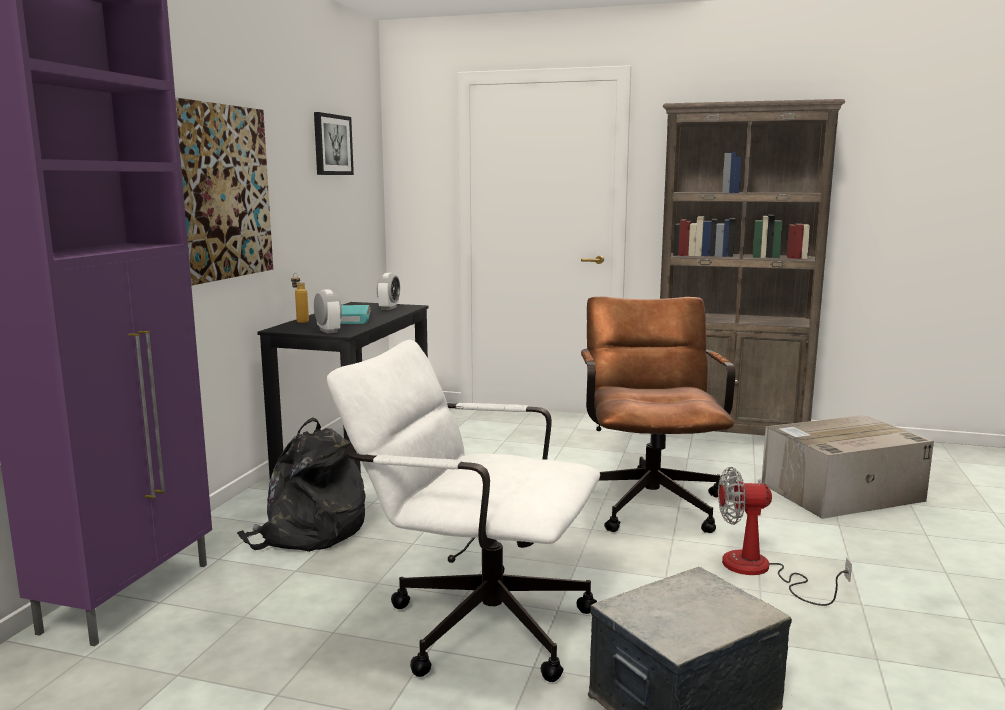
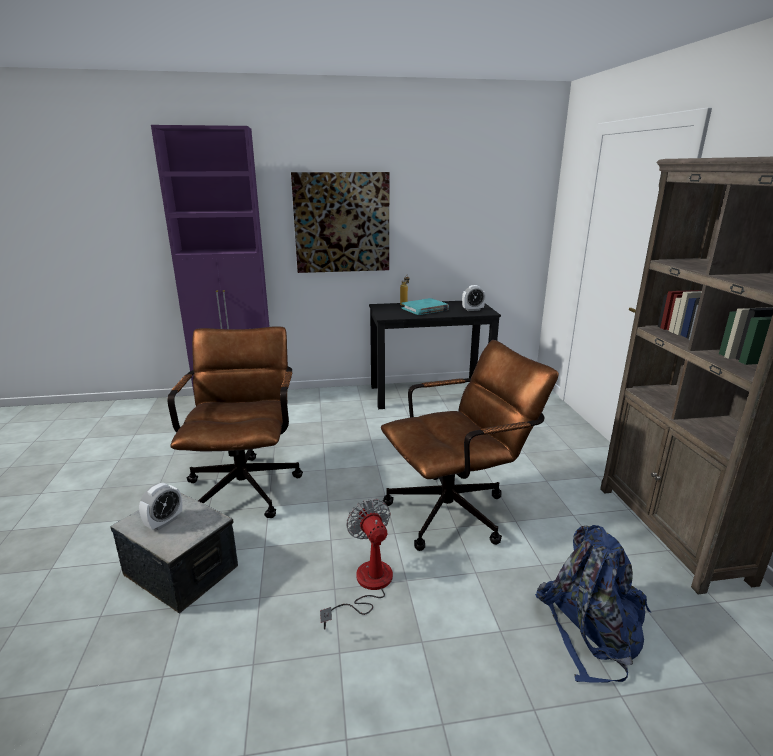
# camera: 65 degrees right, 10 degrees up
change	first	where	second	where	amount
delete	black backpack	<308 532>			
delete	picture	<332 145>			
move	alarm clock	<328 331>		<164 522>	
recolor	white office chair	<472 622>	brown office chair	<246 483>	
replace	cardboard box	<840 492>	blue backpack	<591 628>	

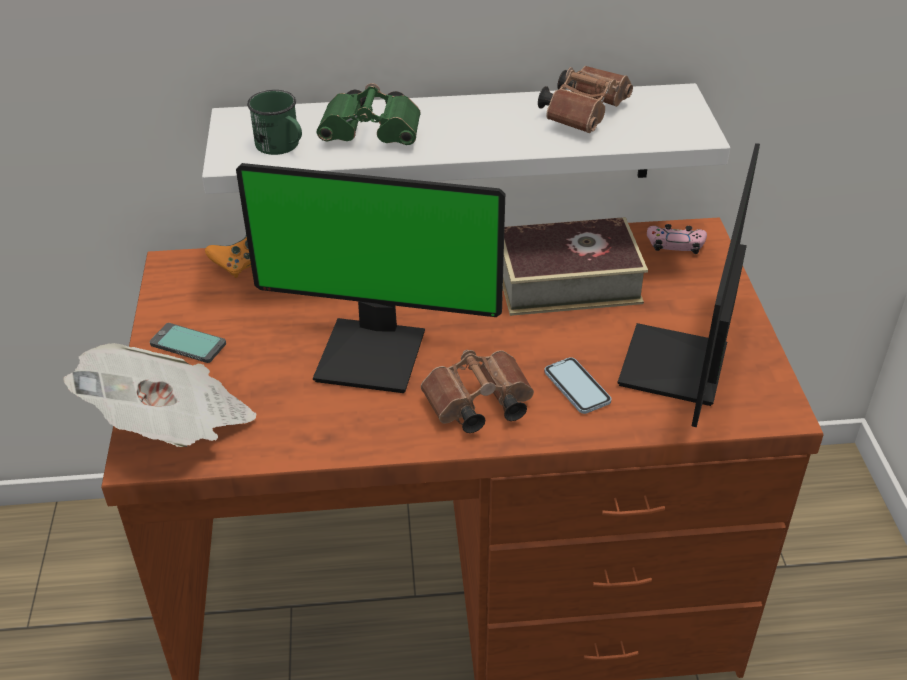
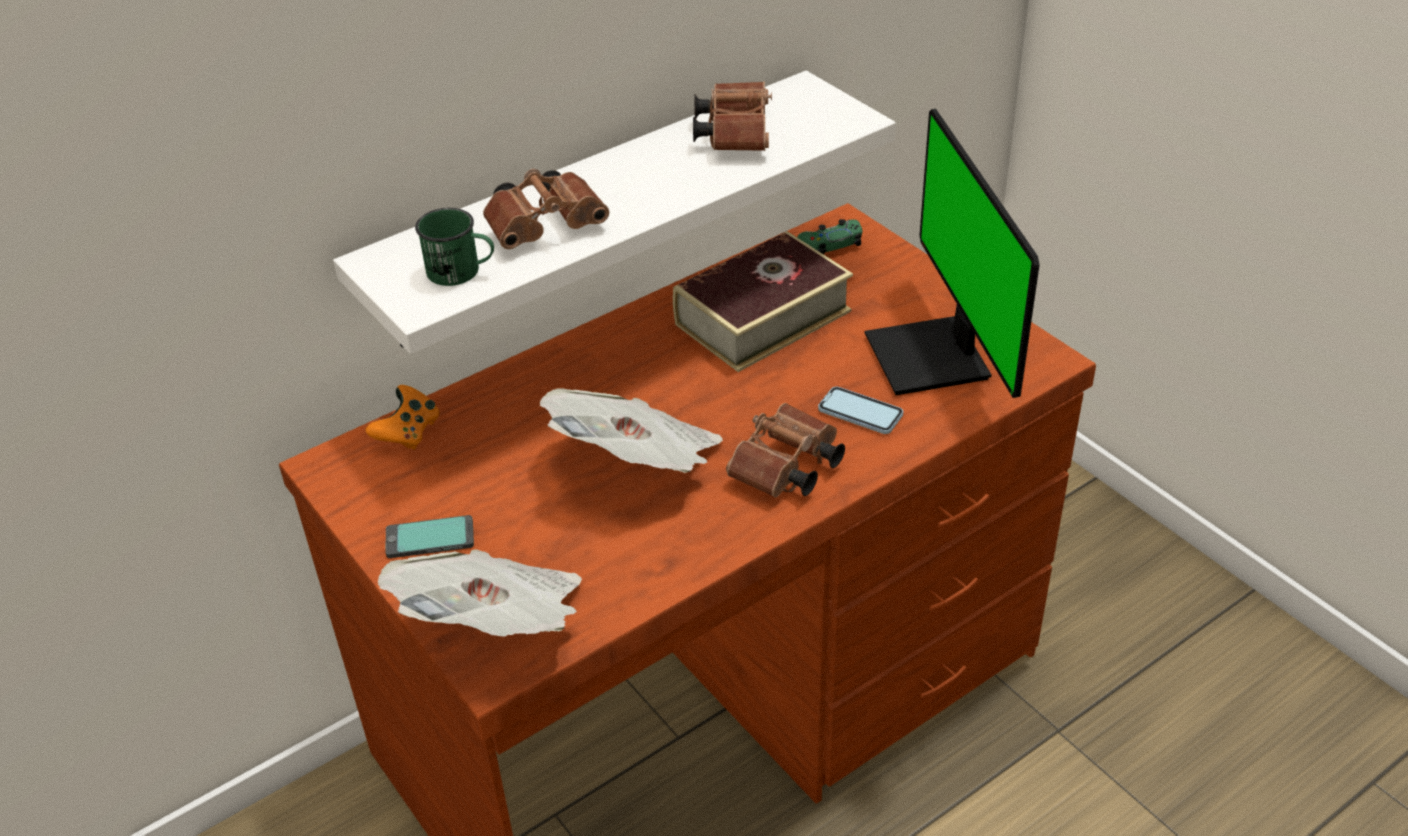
# camera: 30 degrees left, 0 degrees up
change	first	where	second	where	amount
replace	monitor	<373 353>	newspaper	<638 463>	
recolor	green binoculars	<374 136>	brown binoculars	<548 227>	
recolor	pink game controller	<675 244>	green game controller	<831 244>	

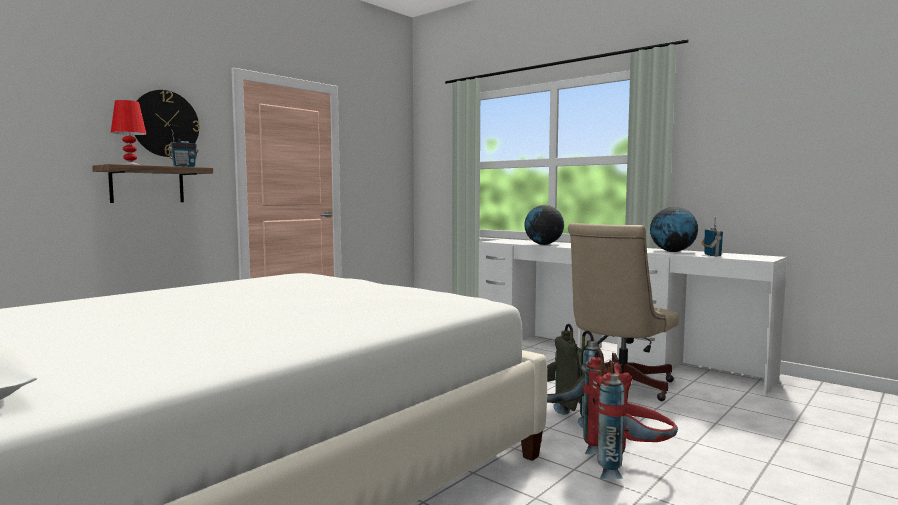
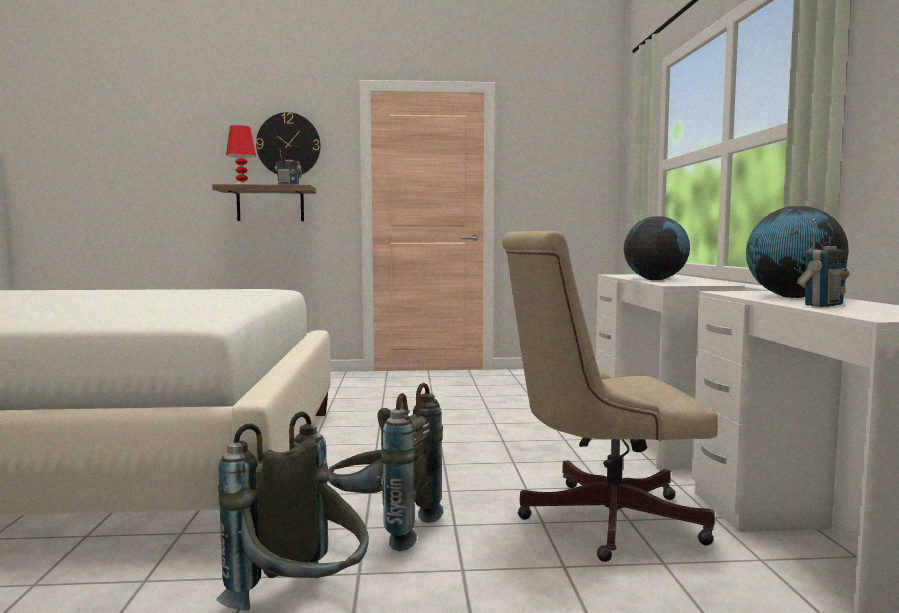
# camera: 45 degrees right, 0 degrees up
change	first	where	second	where	amount
recolor	red backpack	<627 467>	grey backpack	<302 606>	

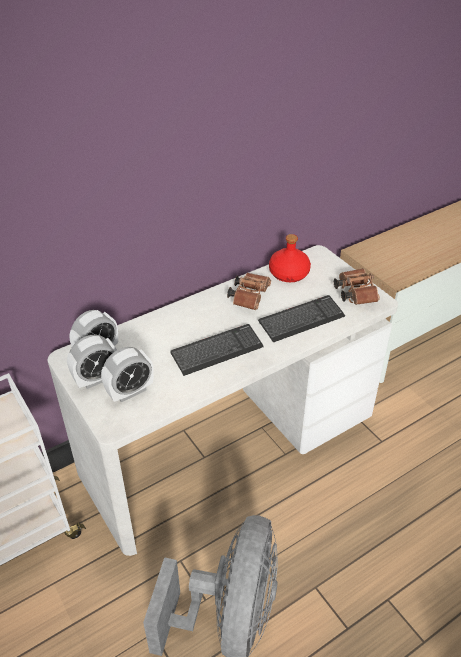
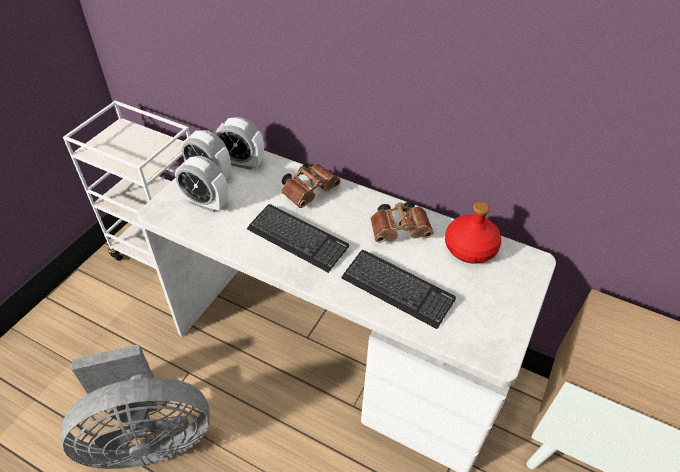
# camera: 60 degrees right, 5 degrees up
change	first	where	second	where	amount
move	brown binoculars	<354 293>		<310 191>	

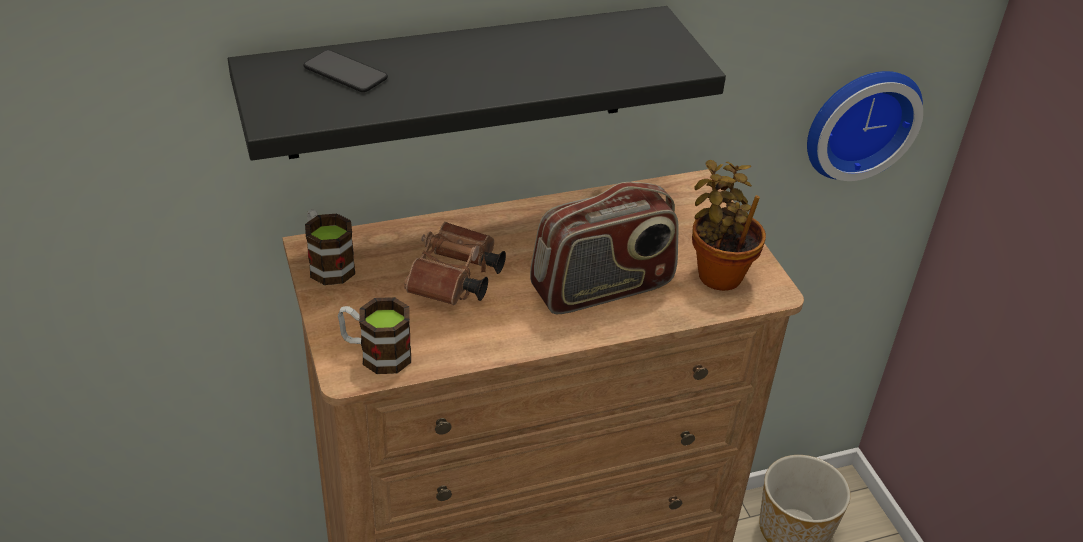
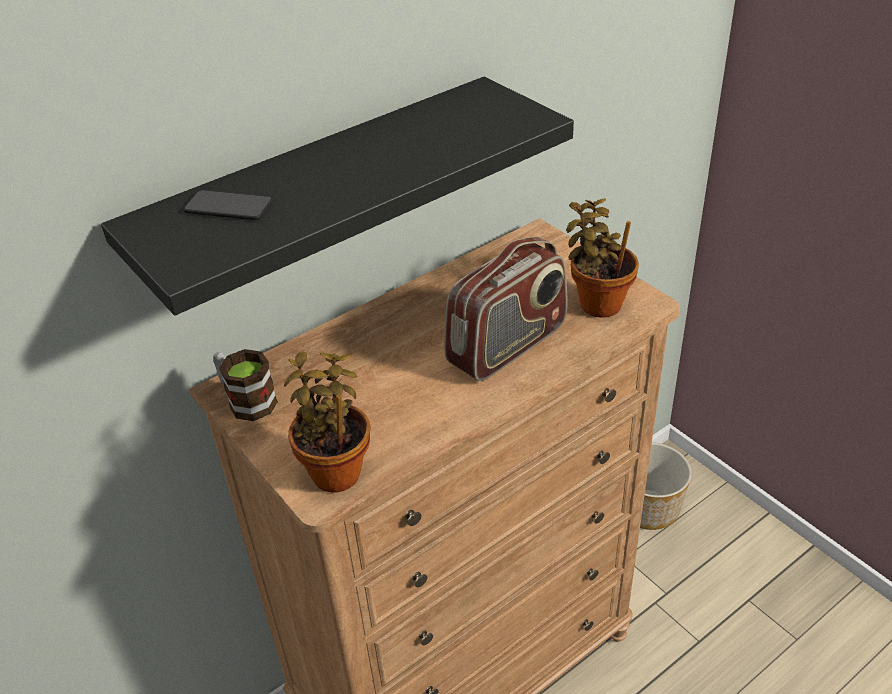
# camera: 15 degrees left, 0 degrees up
change	first	where	second	where	amount
replace	mug	<376 353>	potted plant	<336 469>	
delete	brown binoculars	<454 282>			
delete	wall clock	<858 120>			

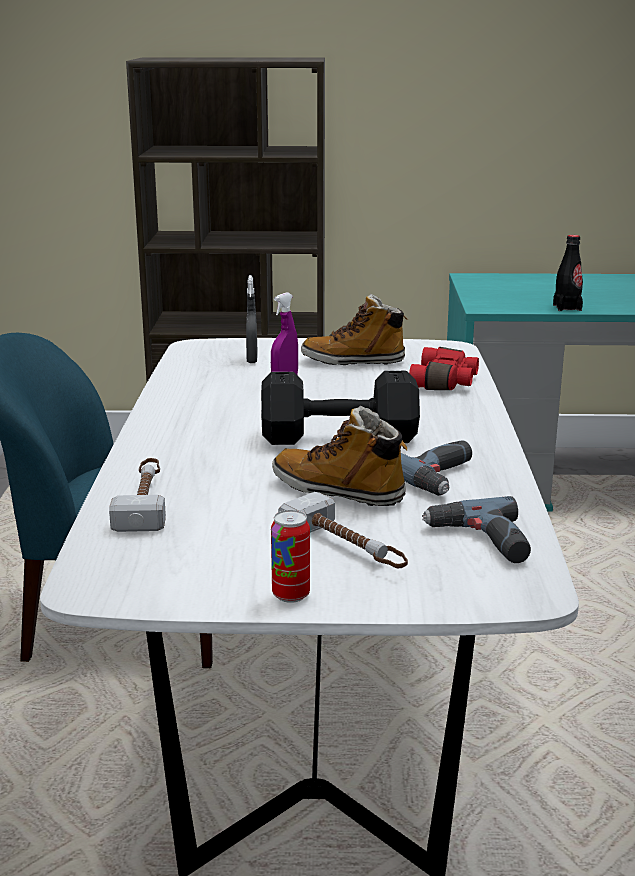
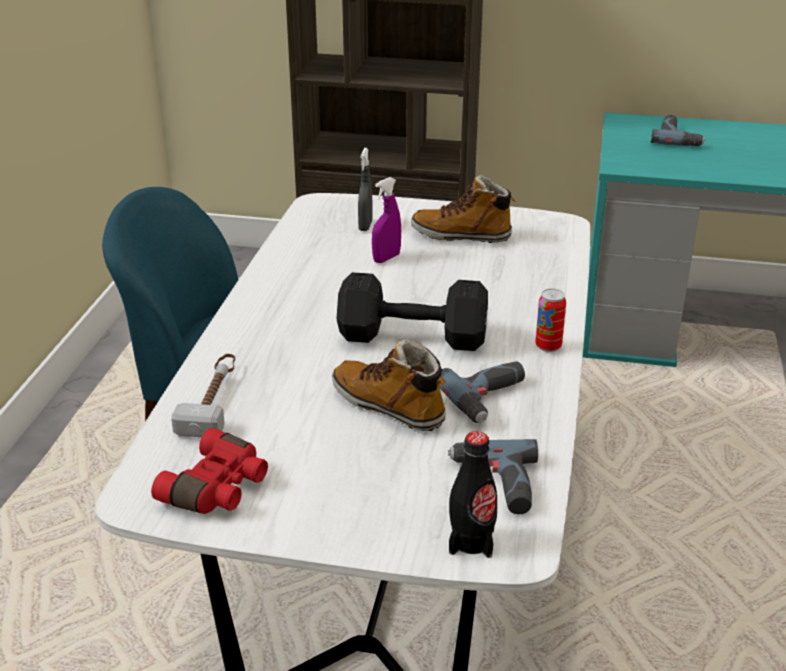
# camera: 10 degrees right, 10 degrees up
change	first	where	second	where	amount
move	can	<291 595>		<548 346>	
delete	hammer	<347 548>			
move	red binoculars	<445 382>		<218 488>	
move	black bottle	<567 308>		<471 541>	
insert			power drill	<678 138>	

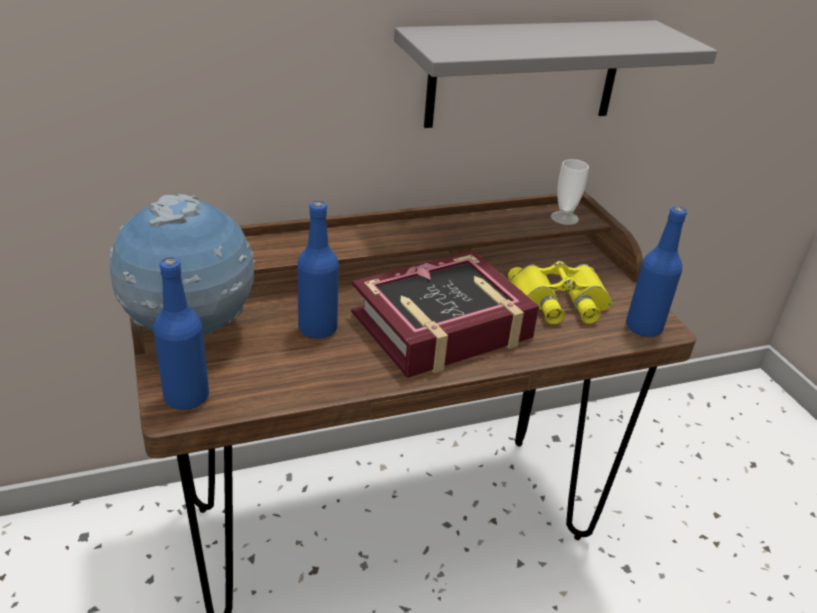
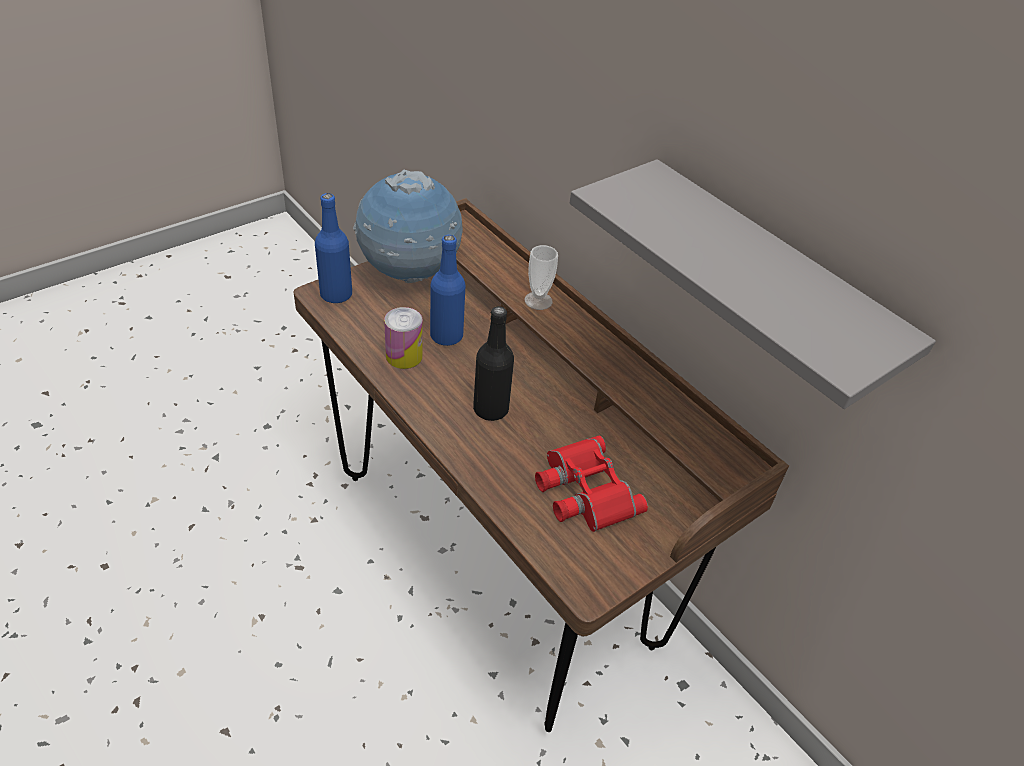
# camera: 70 degrees right, 10 degrees up
change	first	where	second	where	amount
replace	book	<442 326>	black bottle	<491 409>	
recolor	yellow binoculars	<559 302>	red binoculars	<583 490>	
move	cup	<564 218>		<538 301>	
delete	blue bottle	<643 327>			
insert			can	<404 356>	

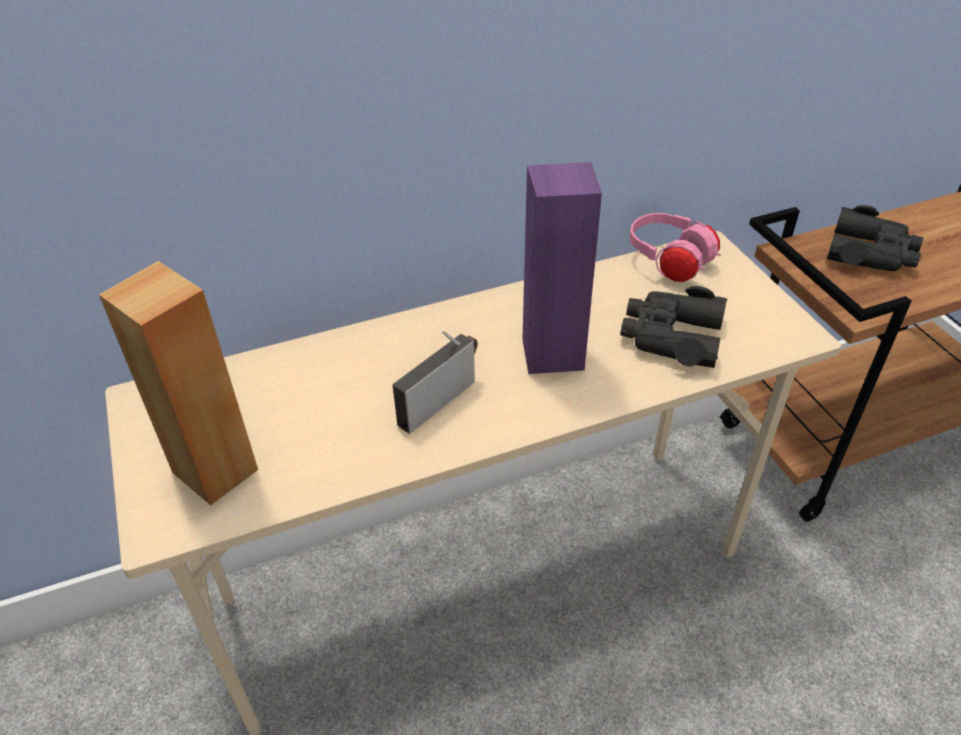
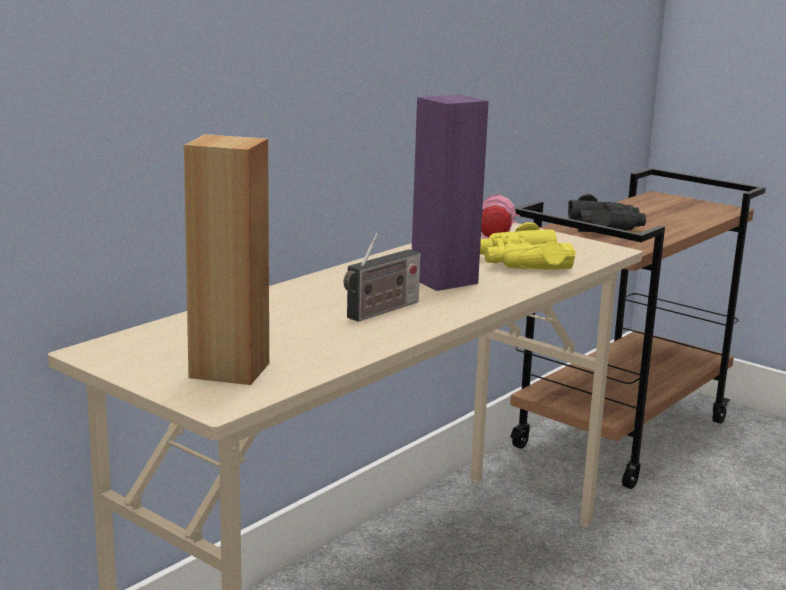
# camera: 30 degrees left, 25 degrees down
change	first	where	second	where	amount
rotate	radio	<439 400>		<381 311>	150 degrees counterclockwise
recolor	black binoculars	<671 336>	yellow binoculars	<522 262>	

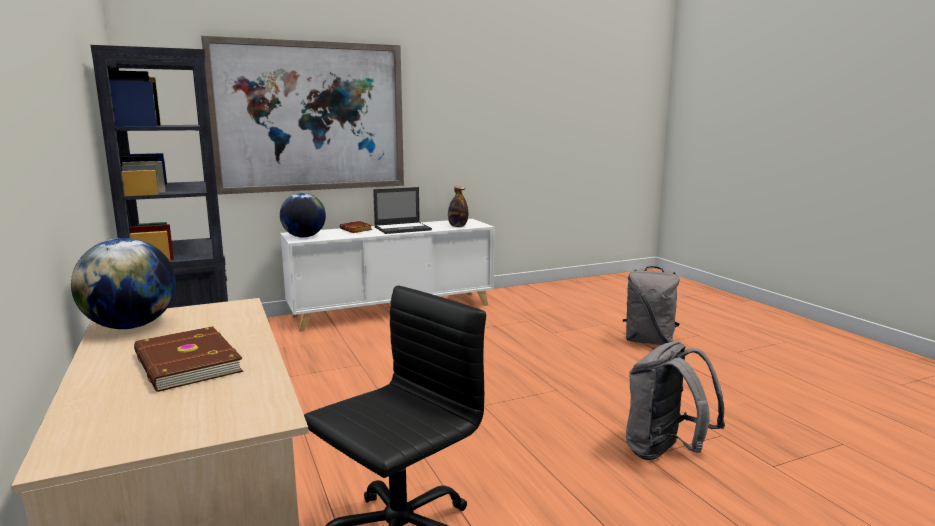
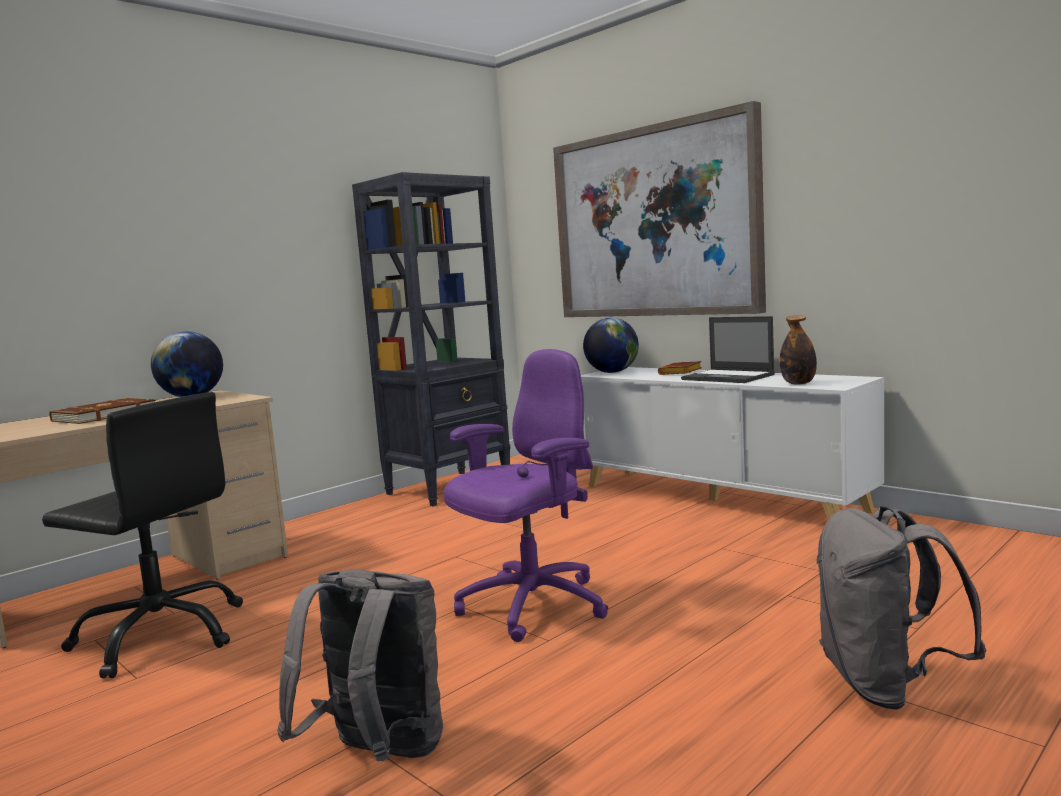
# camera: 70 degrees right, 5 degrees down
change	first	where	second	where	amount
insert			purple office chair	<530 606>	

